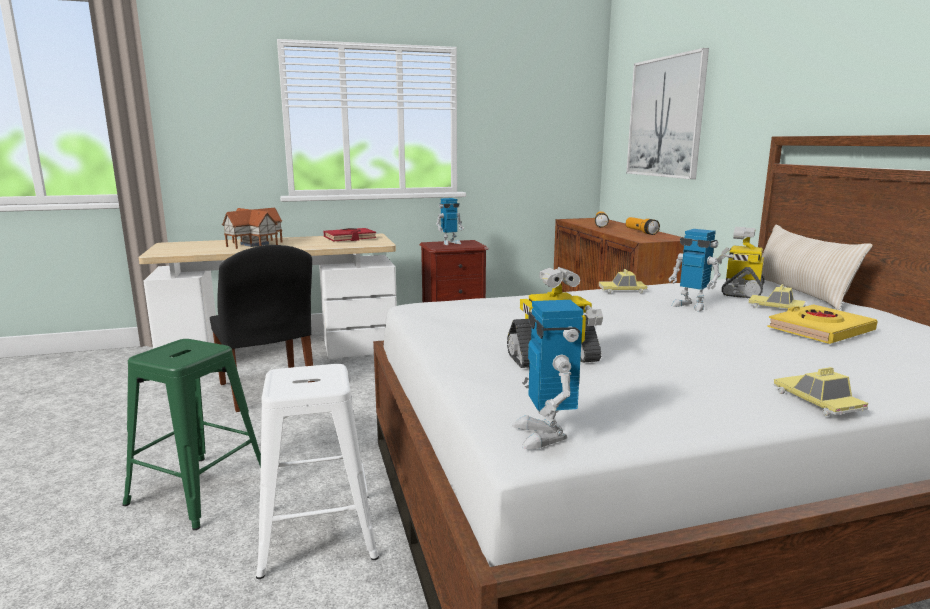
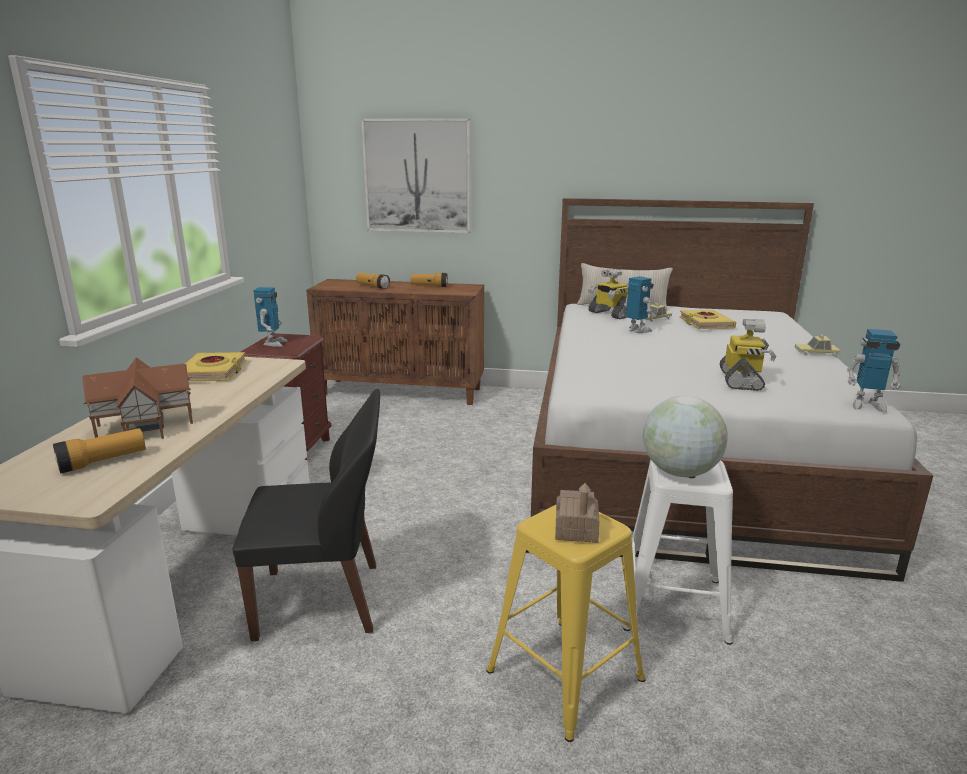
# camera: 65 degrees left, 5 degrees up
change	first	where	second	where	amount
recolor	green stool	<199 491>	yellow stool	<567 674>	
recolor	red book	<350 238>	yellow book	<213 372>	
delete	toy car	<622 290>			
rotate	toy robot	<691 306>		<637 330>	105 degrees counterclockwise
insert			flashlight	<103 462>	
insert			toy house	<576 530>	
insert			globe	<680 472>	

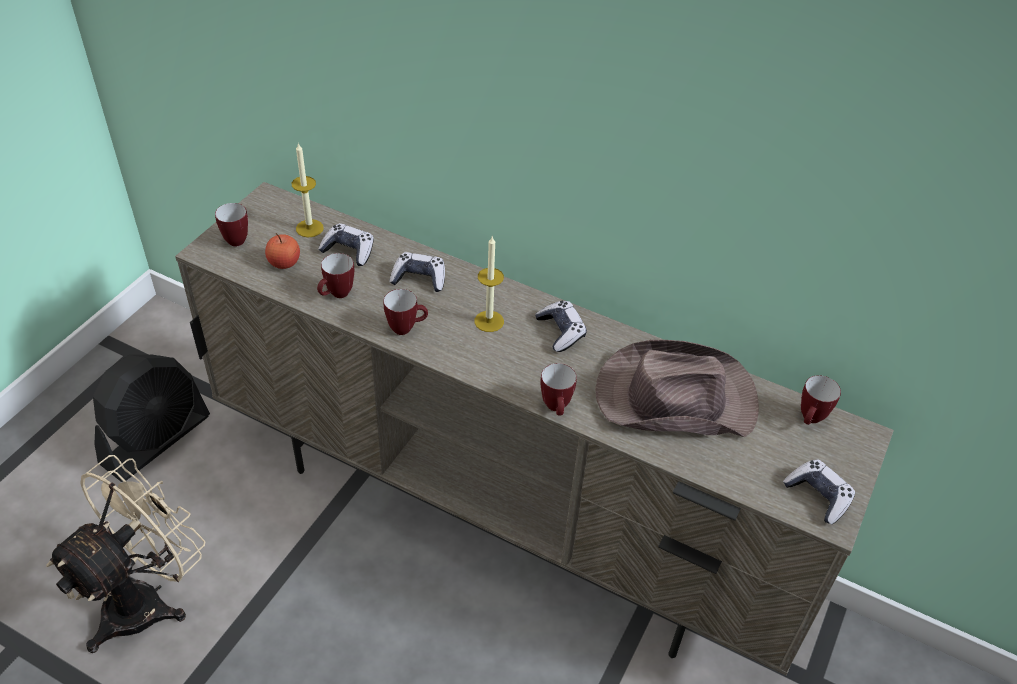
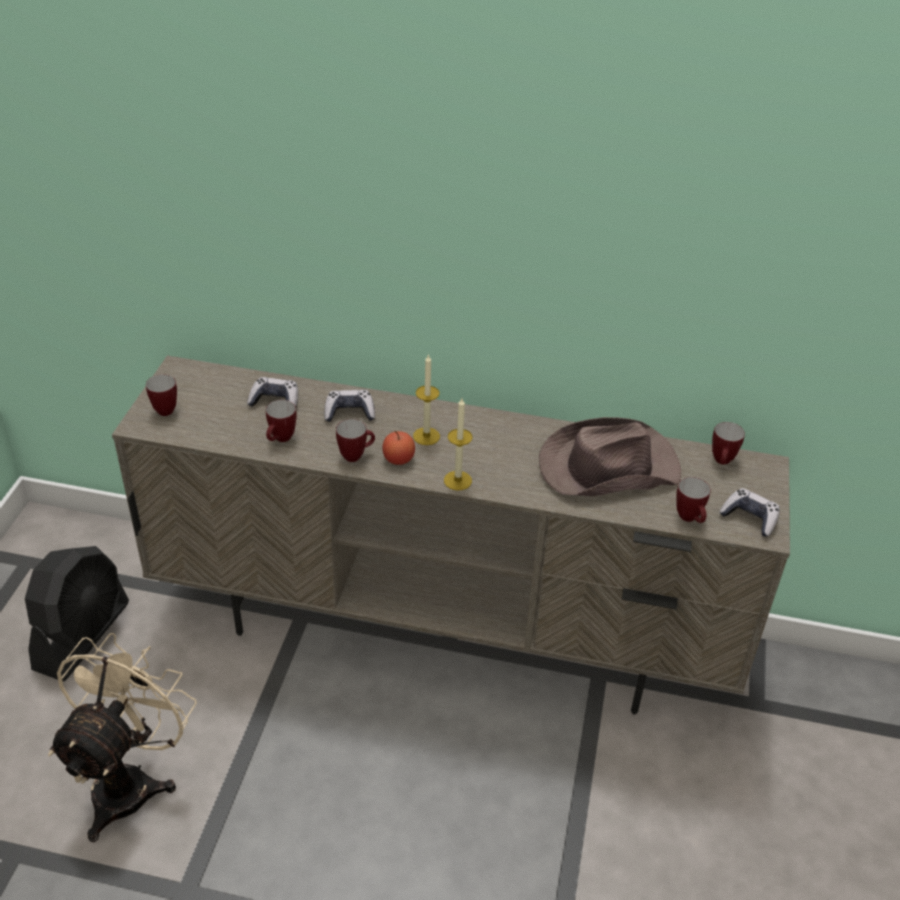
# camera: 15 degrees left, 5 degrees down
change	first	where	second	where	amount
move	apple	<284 263>		<398 459>	
move	candle	<309 228>		<457 480>	
delete	game controller	<561 332>			
move	mug	<557 409>		<690 519>	

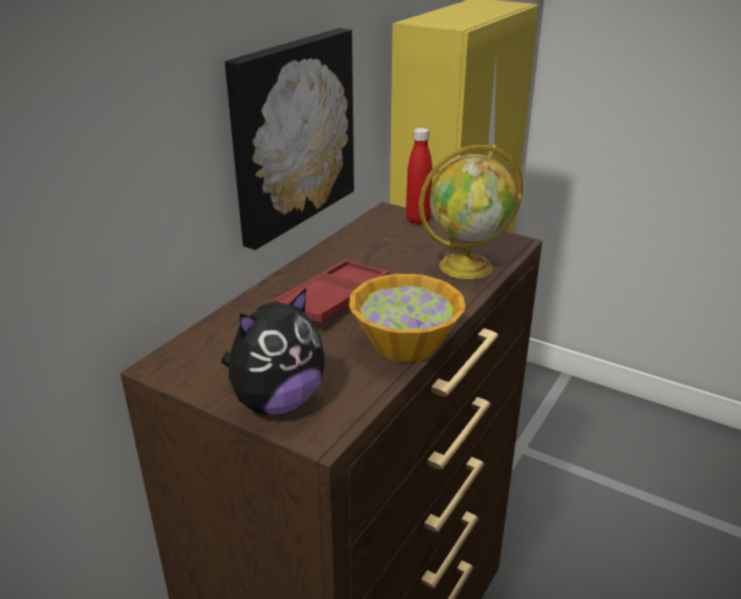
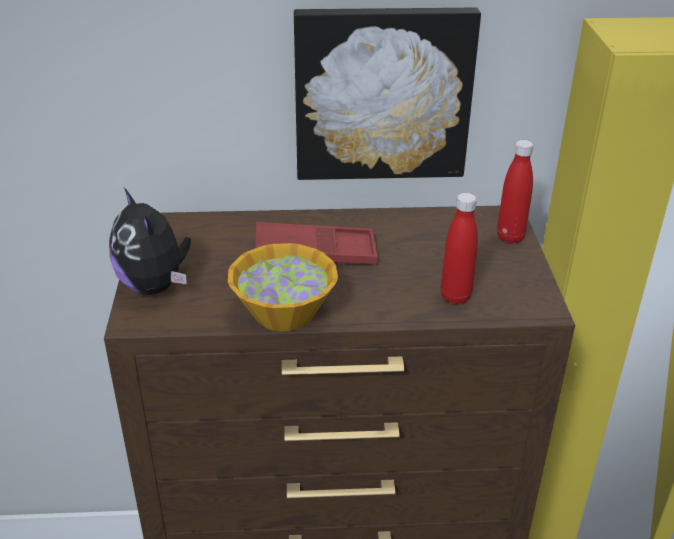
# camera: 55 degrees right, 5 degrees up
change	first	where	second	where	amount
rotate	plush toy	<277 402>		<155 286>	45 degrees clockwise
replace	globe	<467 266>	red bottle	<455 297>	

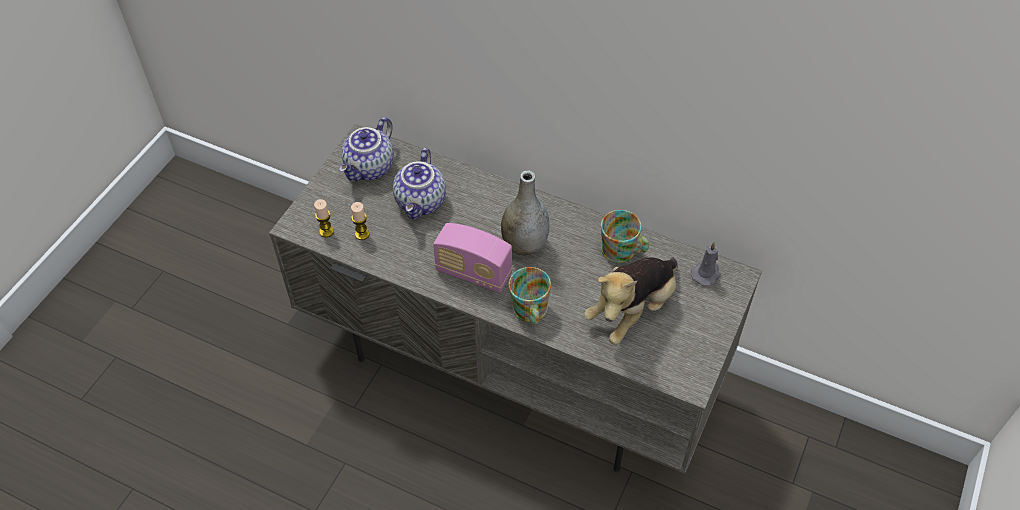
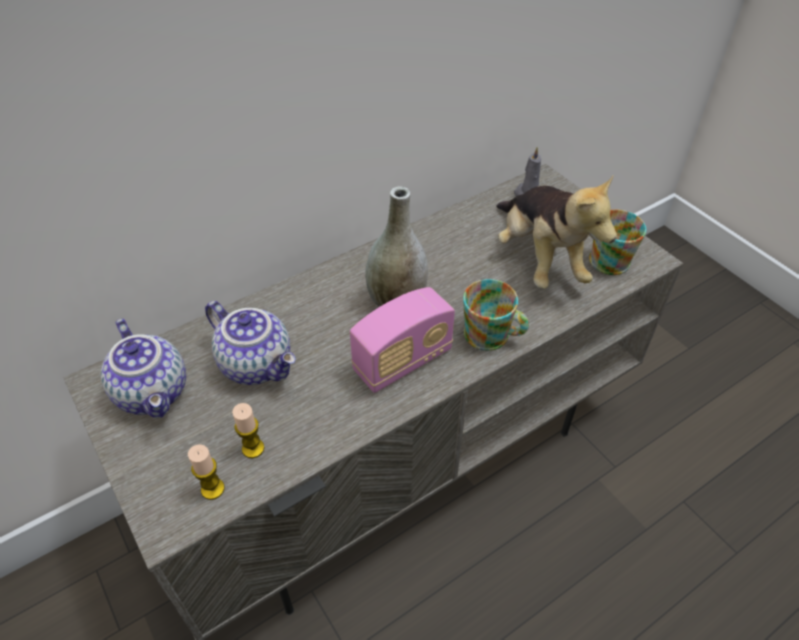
# camera: 60 degrees left, 5 degrees down
change	first	where	second	where	amount
move	mug	<622 252>		<614 259>	

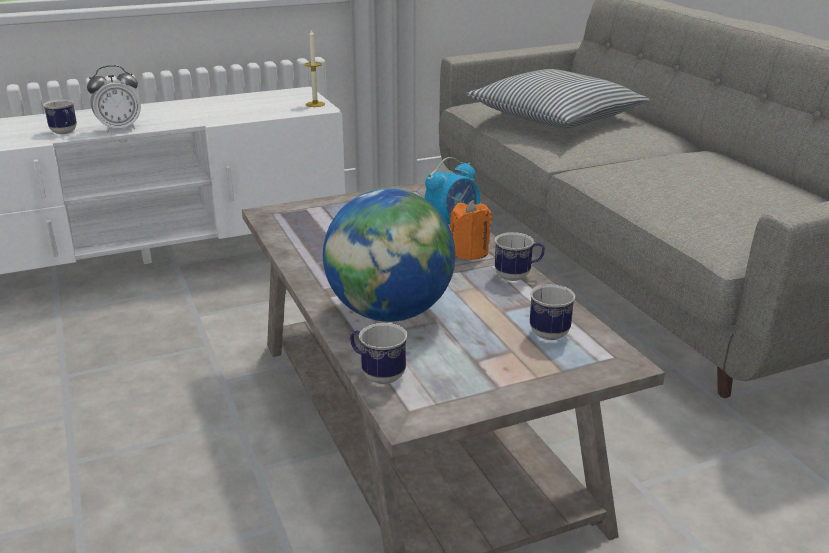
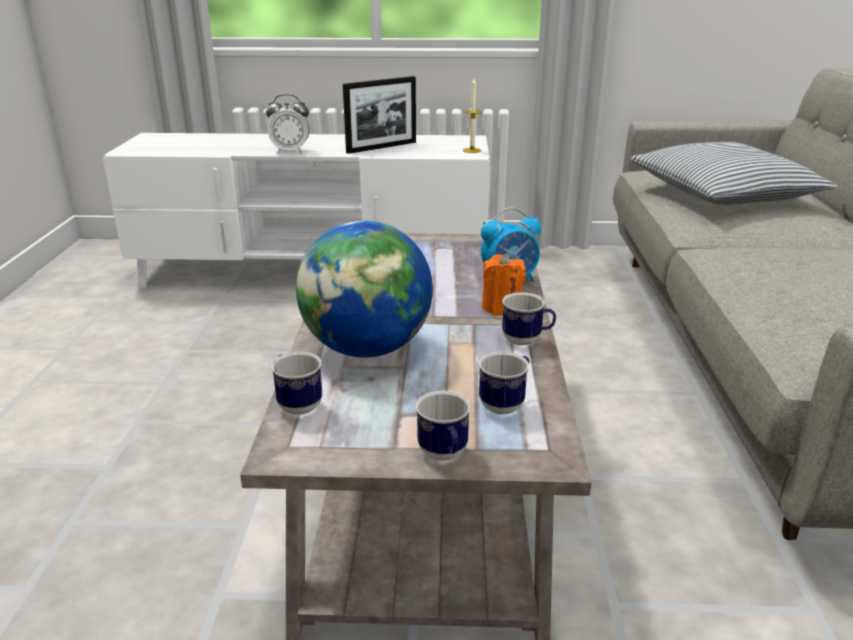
# camera: 25 degrees right, 0 degrees up
change	first	where	second	where	amount
move	mug	<65 133>		<444 456>	
insert			picture frame	<381 147>	

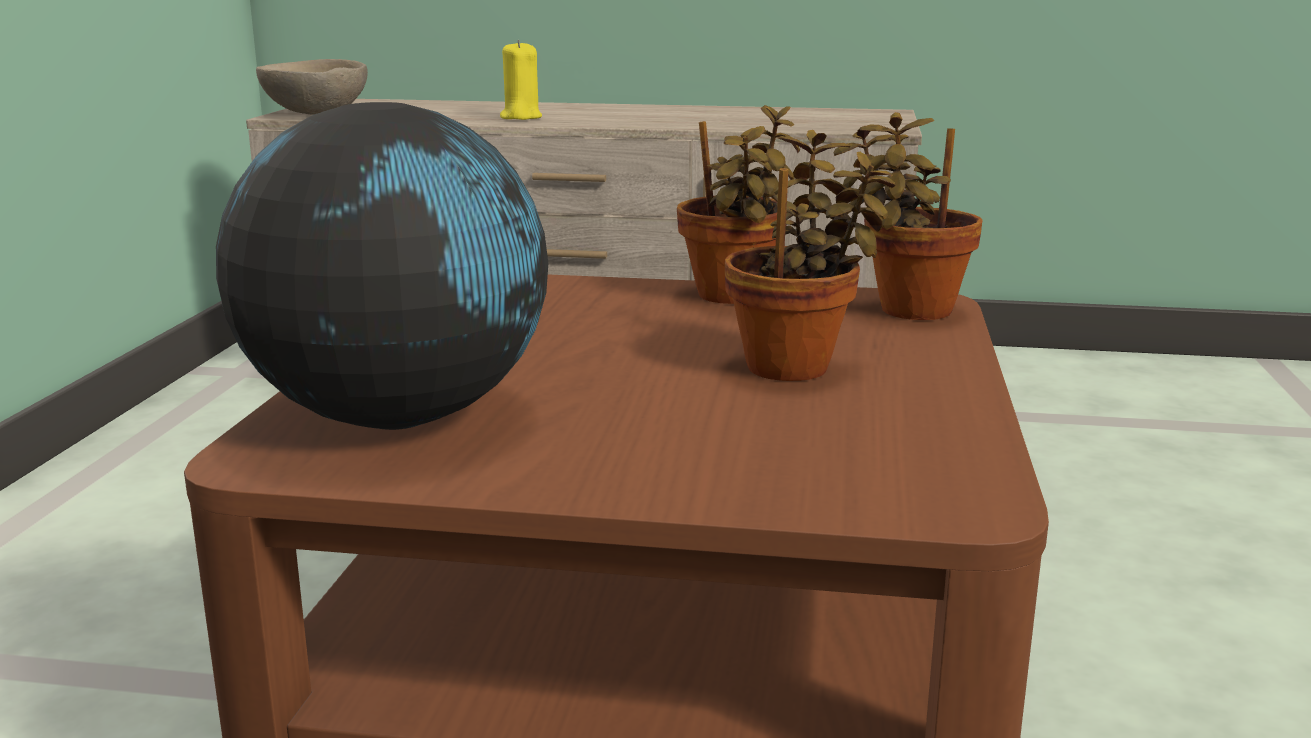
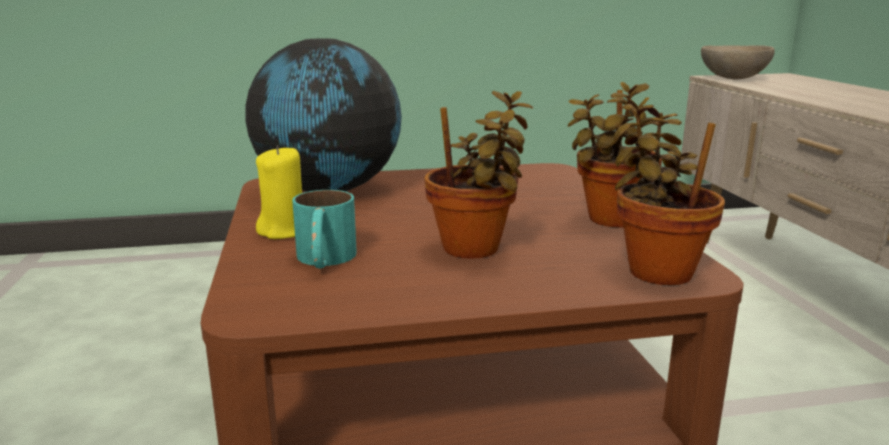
# camera: 70 degrees right, 0 degrees up
change	first	where	second	where	amount
move	yellow candle	<520 117>		<285 231>	
insert			turquoise mug	<324 260>	

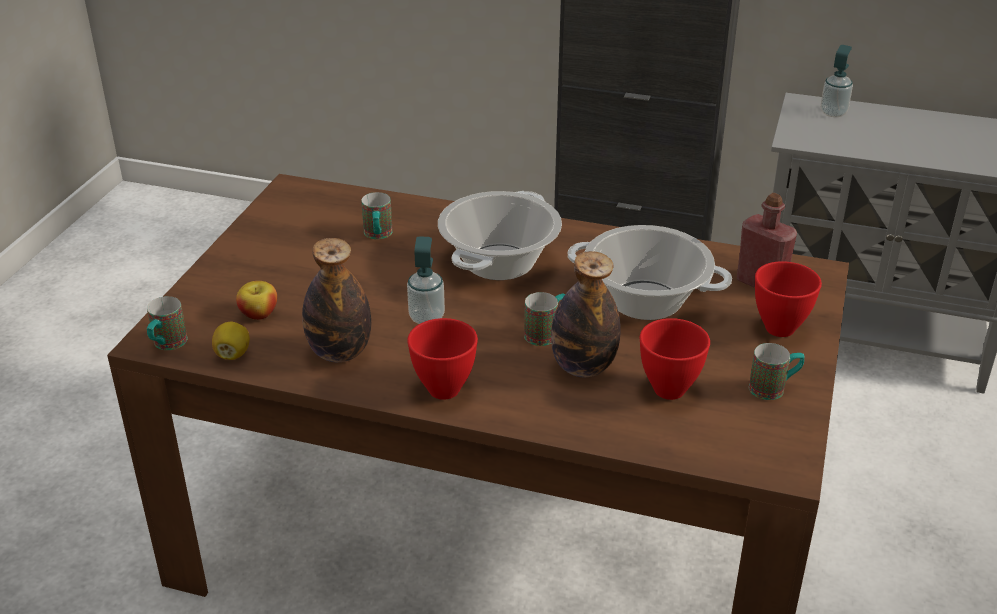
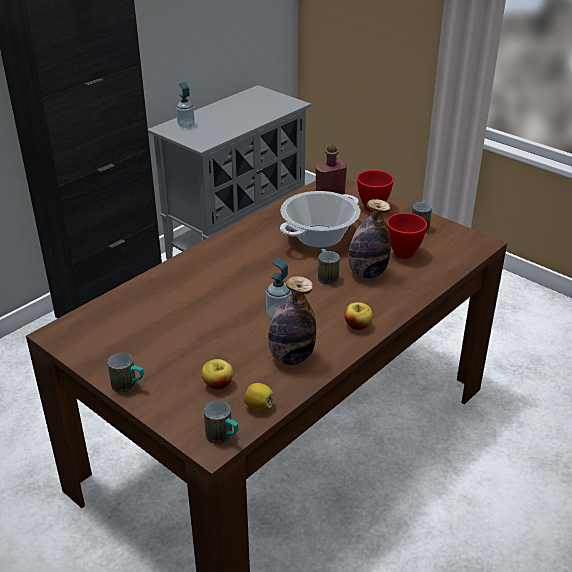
# camera: 65 degrees left, 0 degrees up
change	first	where	second	where	amount
move	mug	<378 235>		<129 386>	
replace	red bowl	<446 389>	apple	<357 325>	
delete	cooking pot	<500 263>			

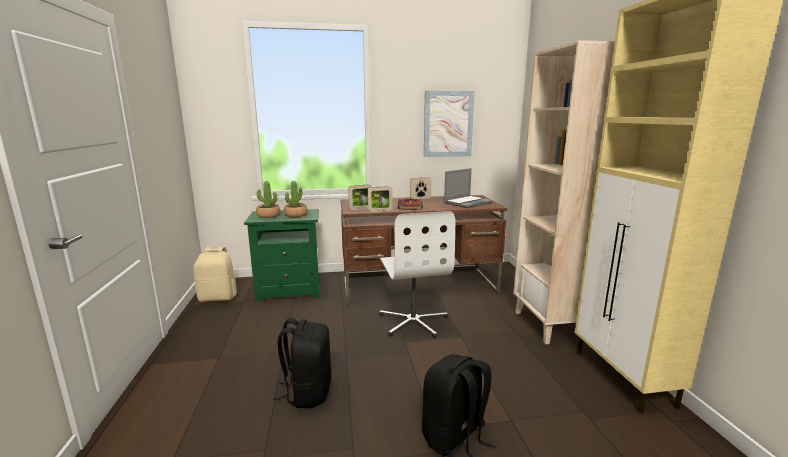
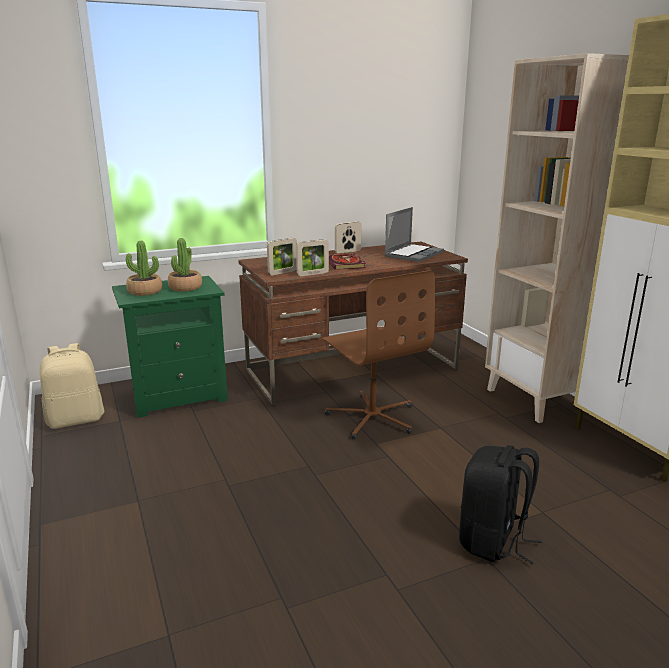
# camera: 15 degrees left, 5 degrees up
change	first	where	second	where	amount
delete	black backpack	<308 392>			
recolor	white office chair	<413 321>	brown office chair	<372 417>	
delete	picture	<448 124>			

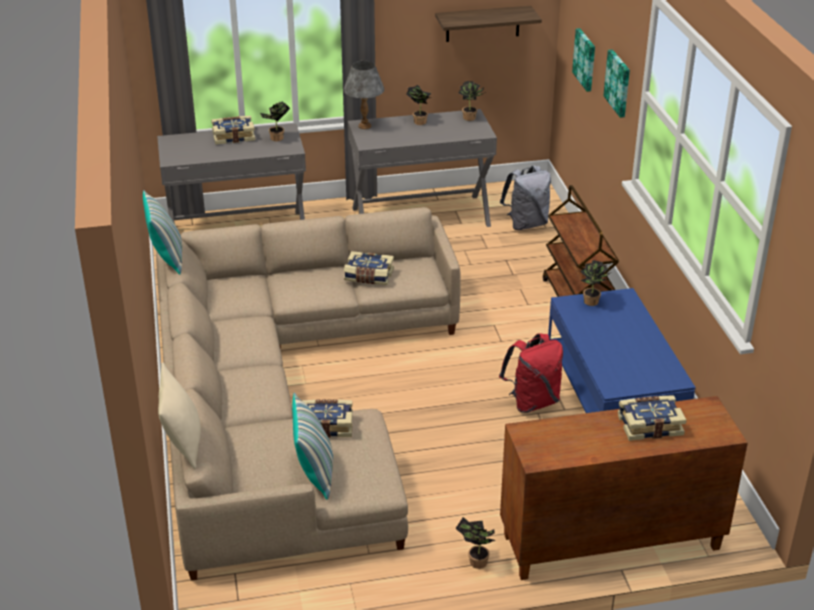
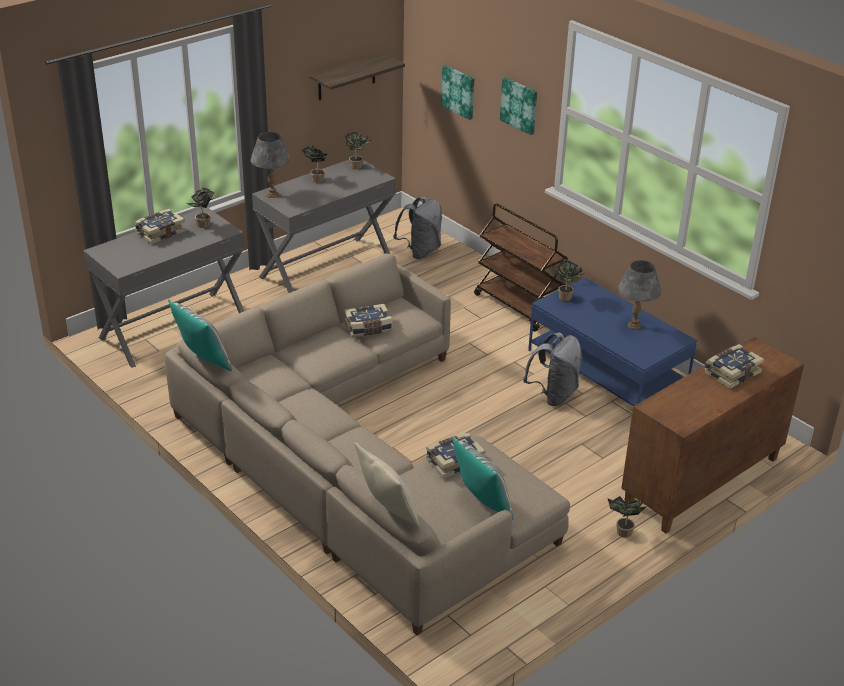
# camera: 30 degrees left, 0 degrees up
change	first	where	second	where	amount
recolor	red backpack	<532 401>	grey backpack	<553 395>	
insert			grey table lamp	<634 325>	

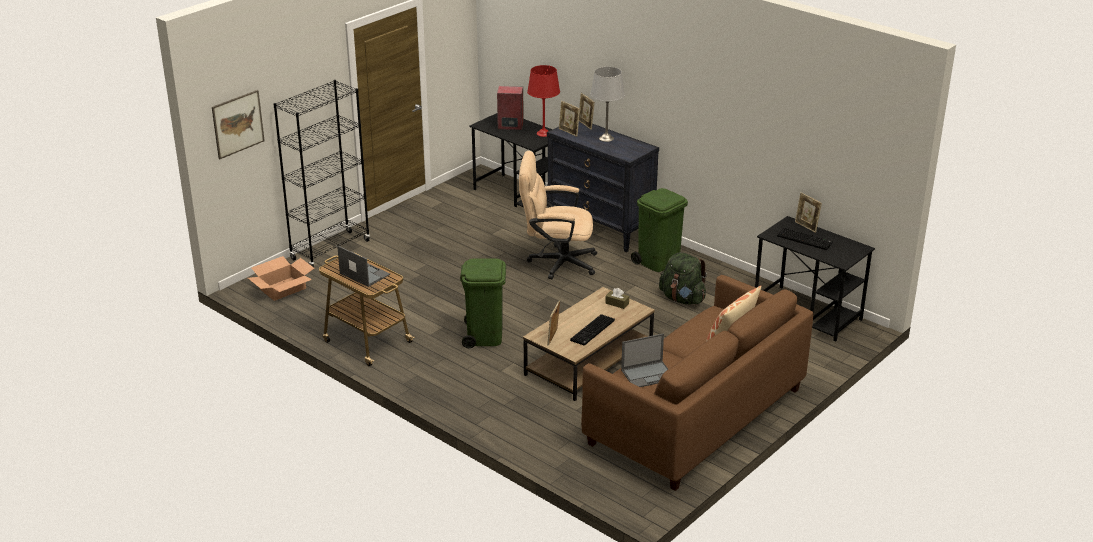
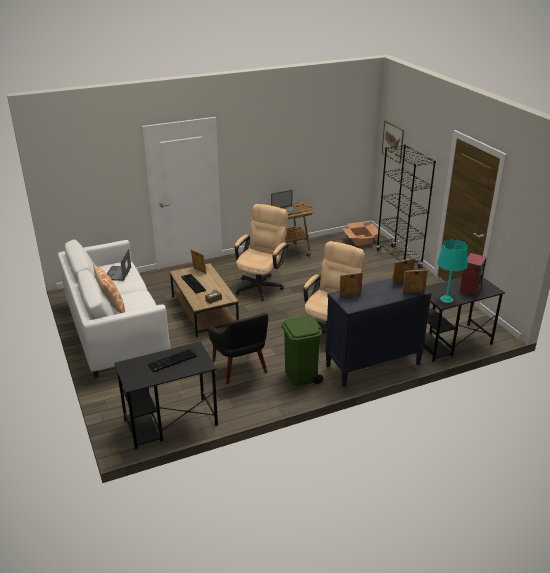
# camera: 115 degrees right, 0 degrees up
change	first	where	second	where	amount
replace	green trash can	<484 336>	beige office chair	<261 285>	
recolor	red table lamp	<543 133>	turquoise table lamp	<447 299>	
recolor	brown sofa	<696 416>	white sofa	<115 330>	
delete	grey table lamp	<606 138>			
replace	green backpack	<682 299>	black armchair	<241 369>	
move	picture frame	<806 227>		<349 296>	

